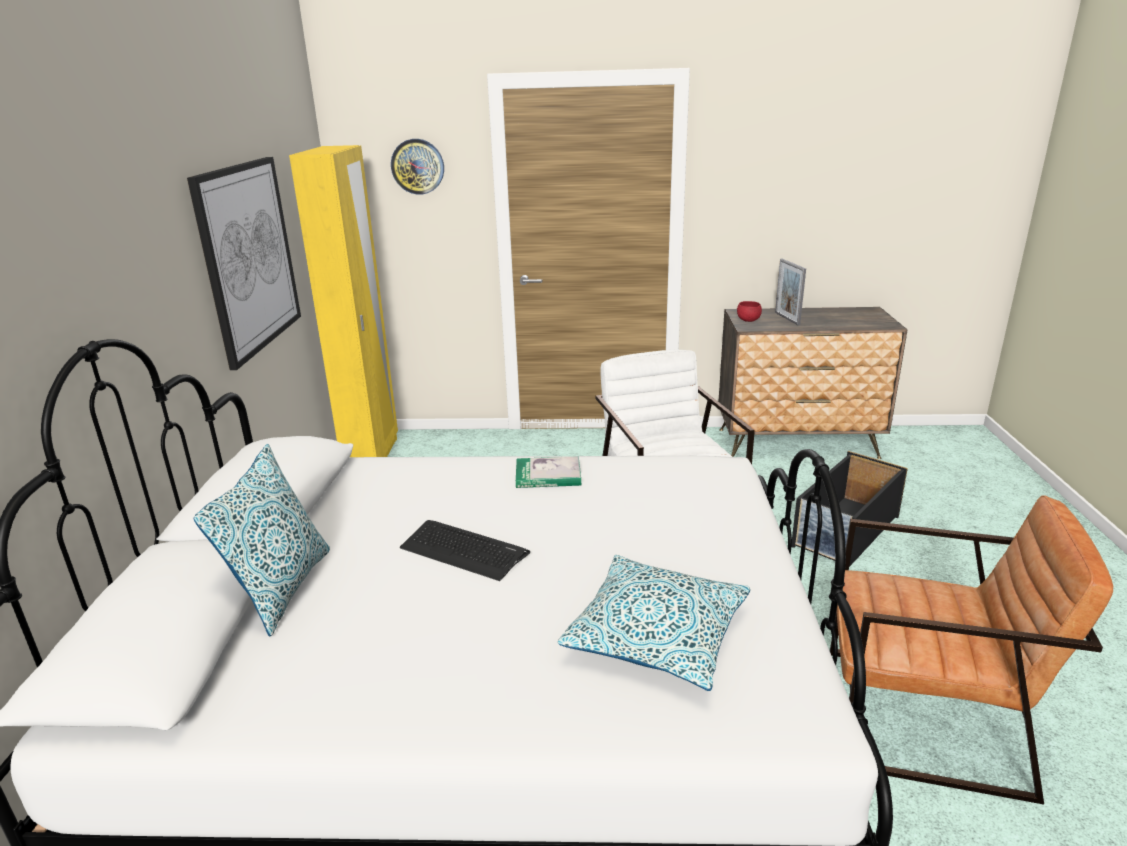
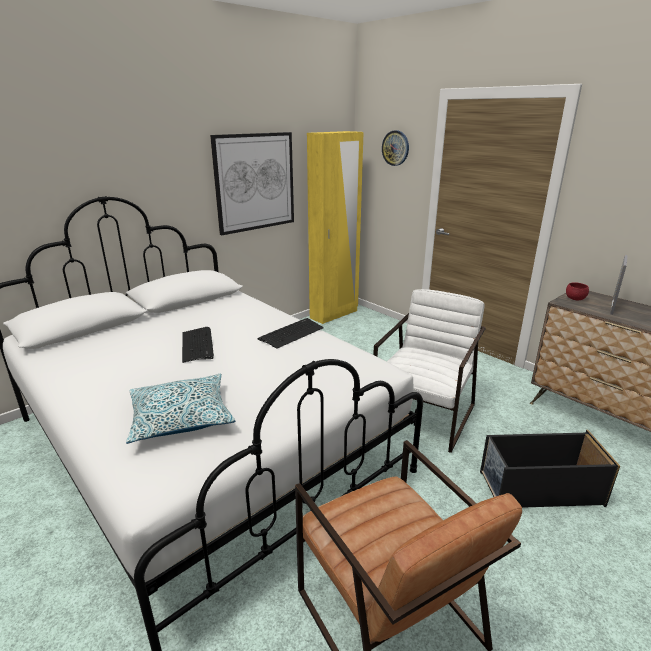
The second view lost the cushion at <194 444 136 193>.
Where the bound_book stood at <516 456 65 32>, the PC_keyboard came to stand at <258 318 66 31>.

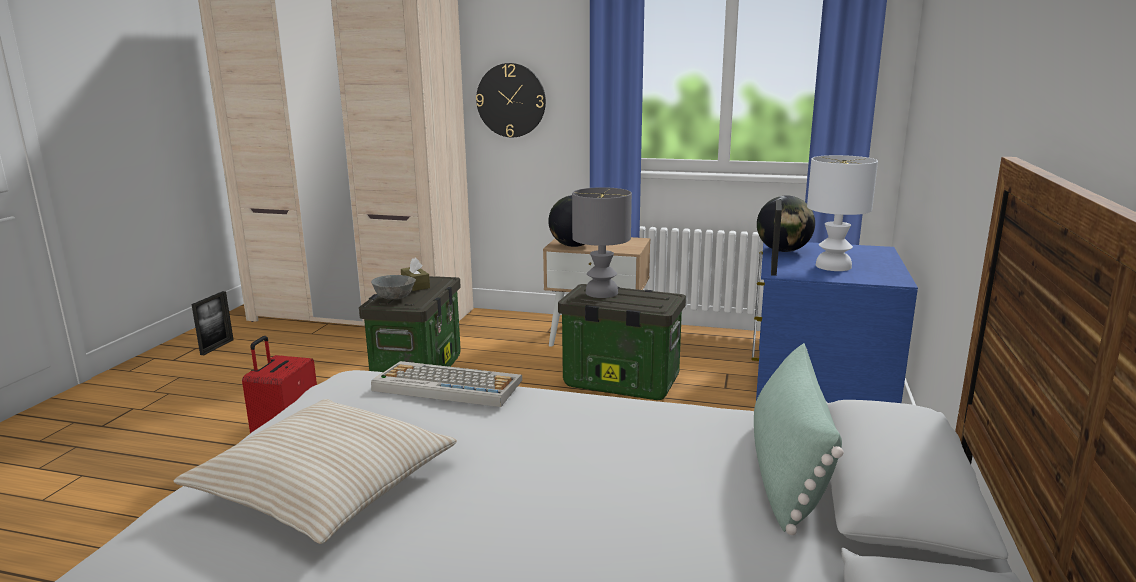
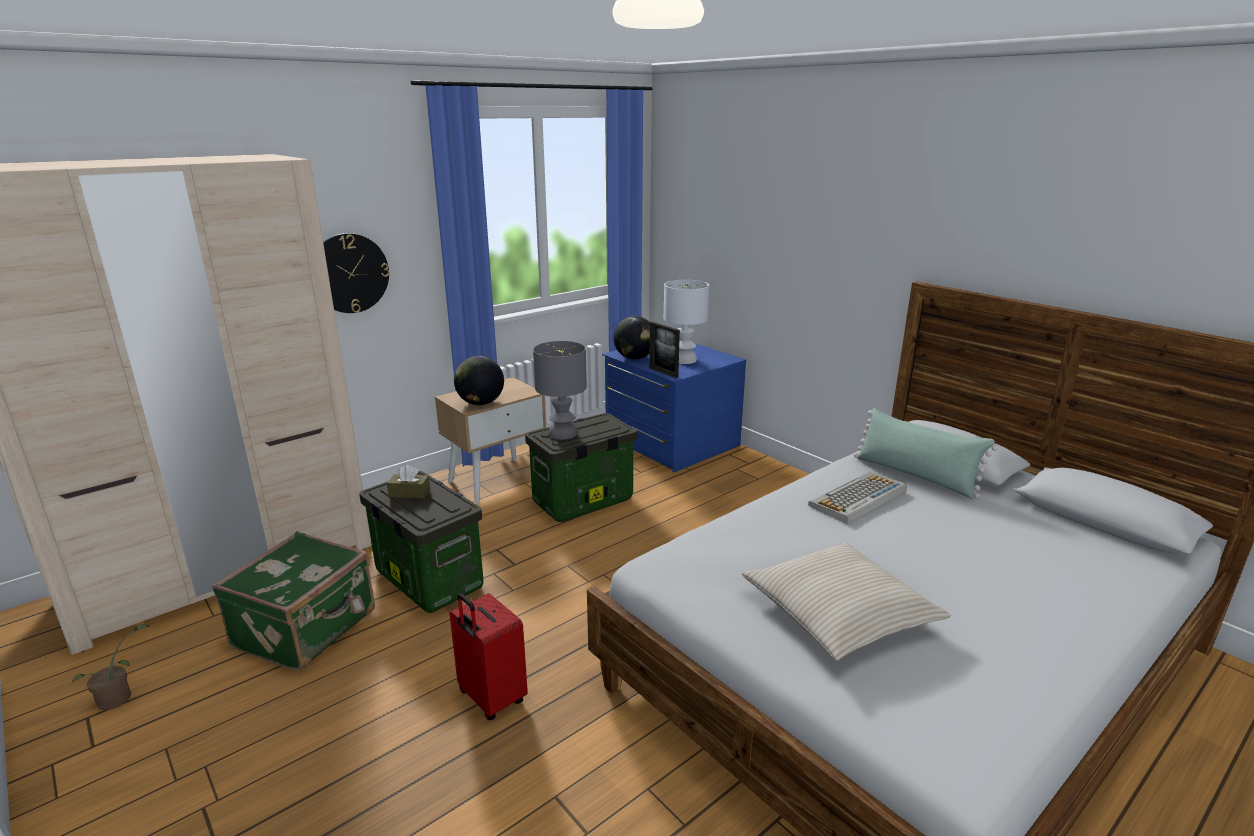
The second view lost the grey_serving_bowl at <371 275 45 25>.
Where the photo_frame stood at <191 291 43 64>, the plant_in_a_pot came to stand at <72 624 77 86>.
The PC_keyboard ended up elsewhere, having gone from <371 361 151 46> to <808 472 99 52>.
The second view gained the green_piece_of_luggage at <212 531 163 140>.

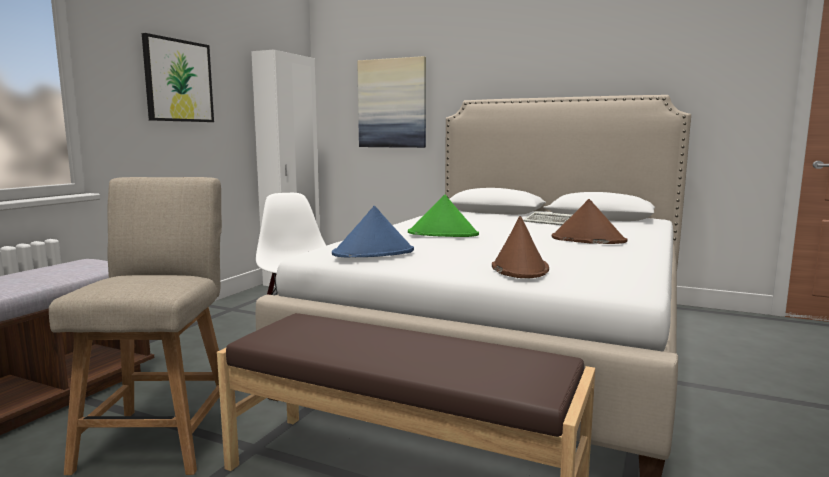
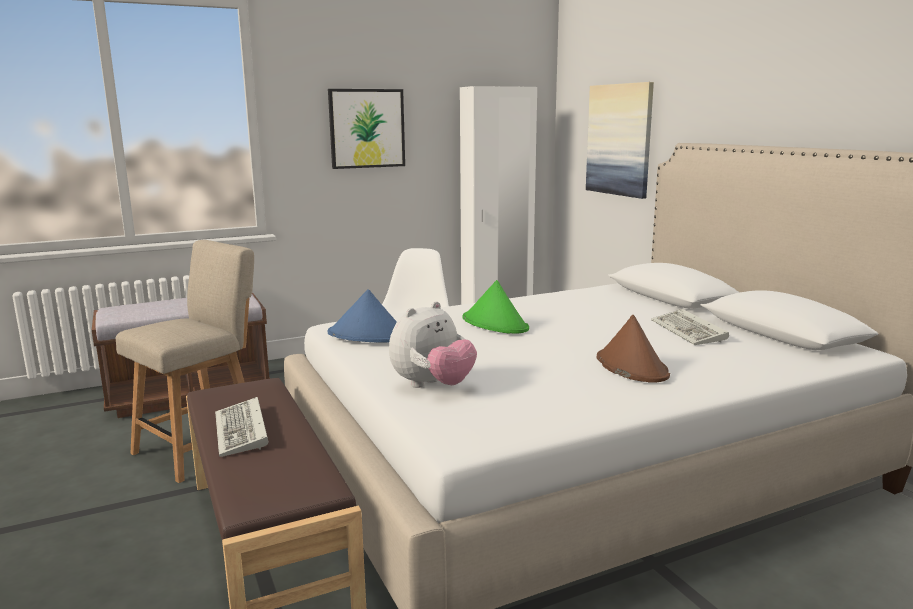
Where the brown-coloured_wearable_hat stood at <492 216 57 62>, the plush_toy came to stand at <389 301 88 87>.
The second view gained the PC_keyboard at <215 397 53 60>.

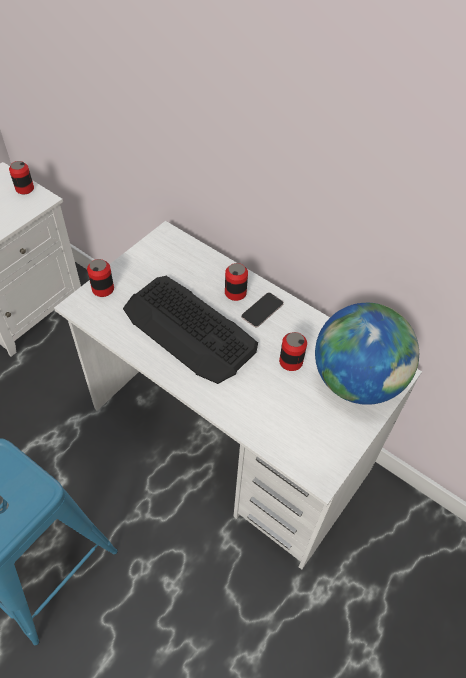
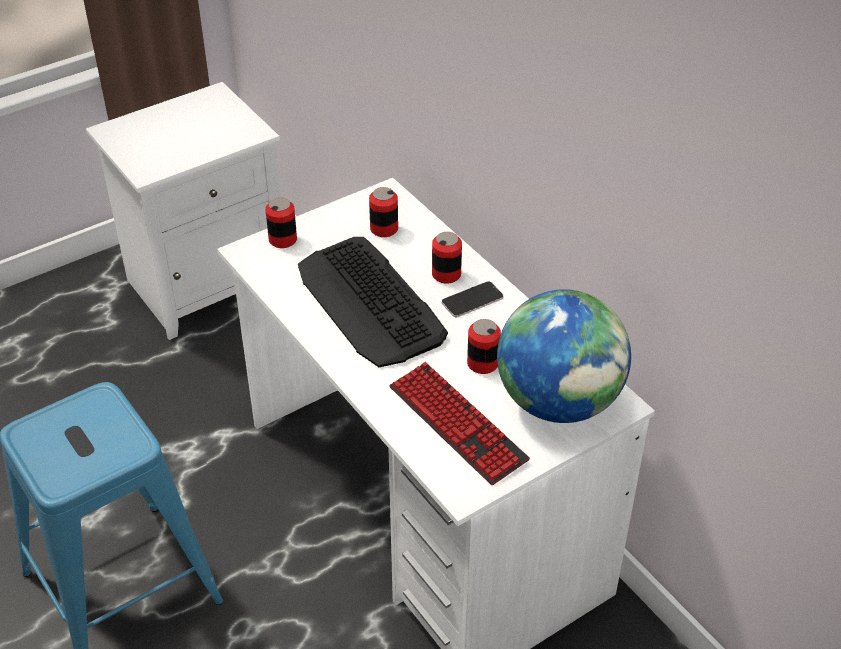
The sealed_can ended up elsewhere, having gone from <9 161 25 33> to <369 187 29 50>.
The second view gained the PC_keyboard at <389 362 141 123>.

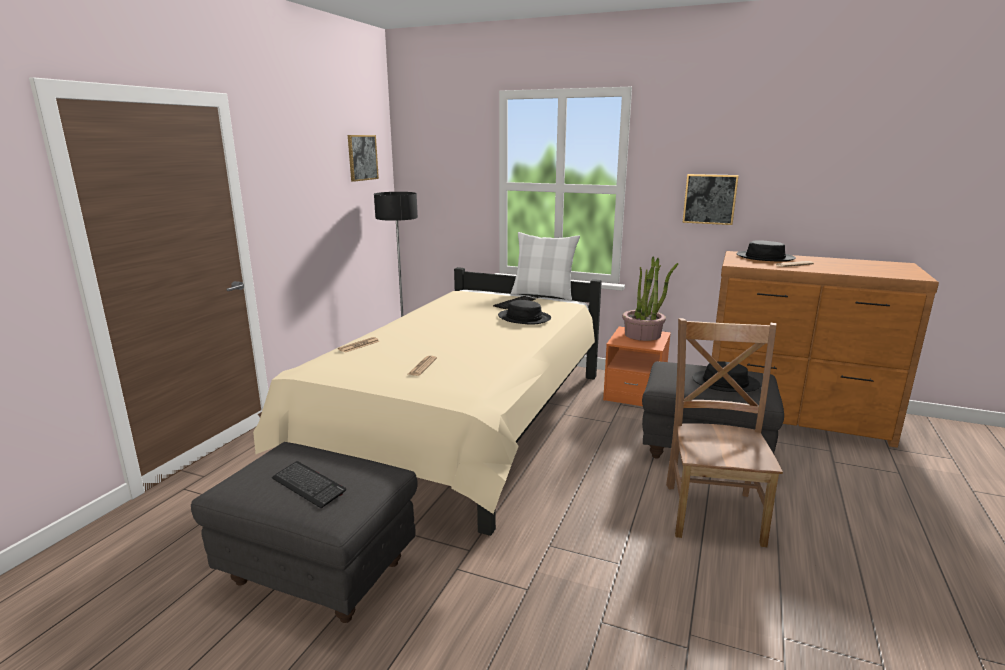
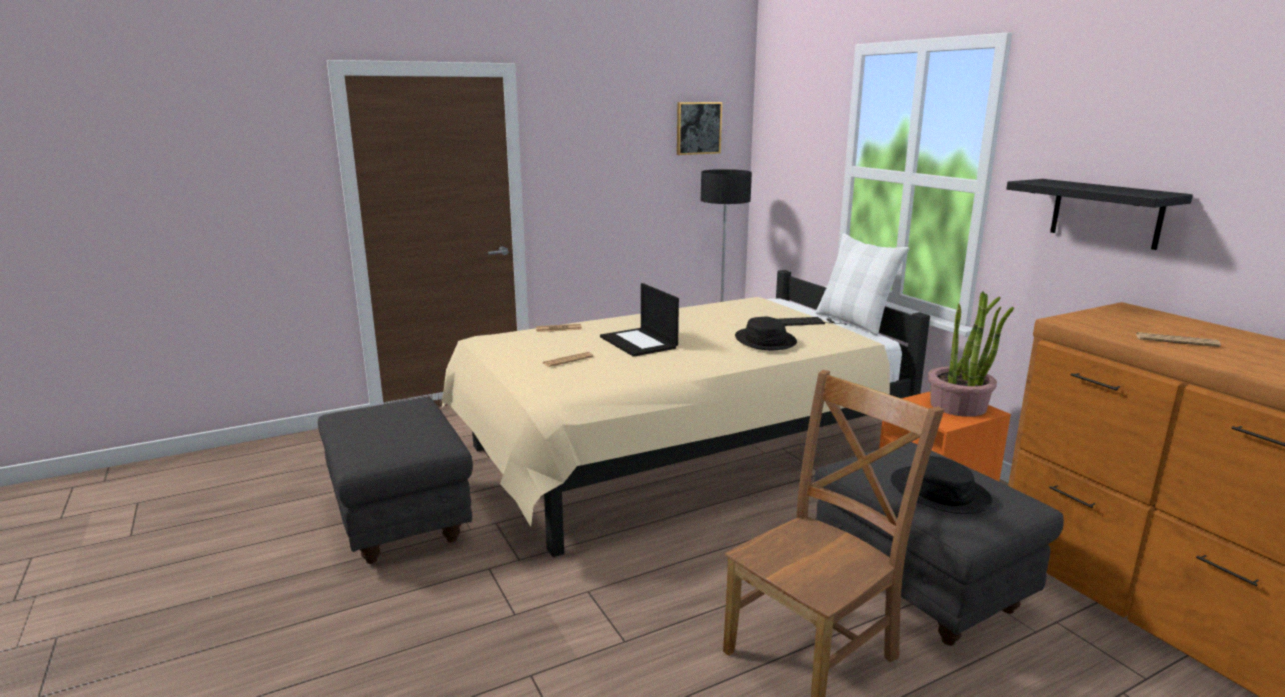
Where the wall_picture hung at <682 174 57 51>, the blackish_wall_shelf came to hang at <1006 179 187 71>.
The second view lost the blackish_wearable_hat at <736 240 60 22>.
The second view lost the PC_keyboard at <272 461 74 47>.
The second view gained the notebook_computer at <600 283 79 74>.

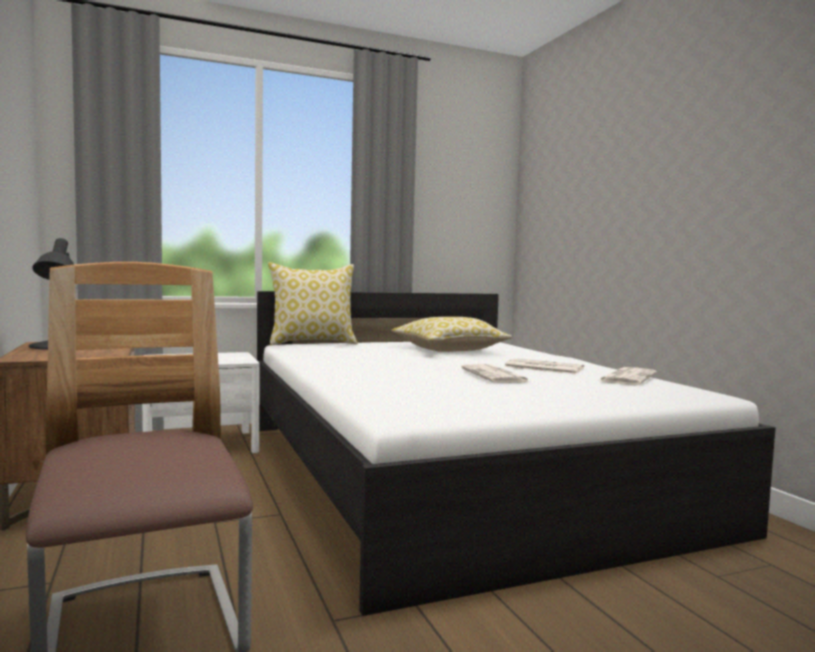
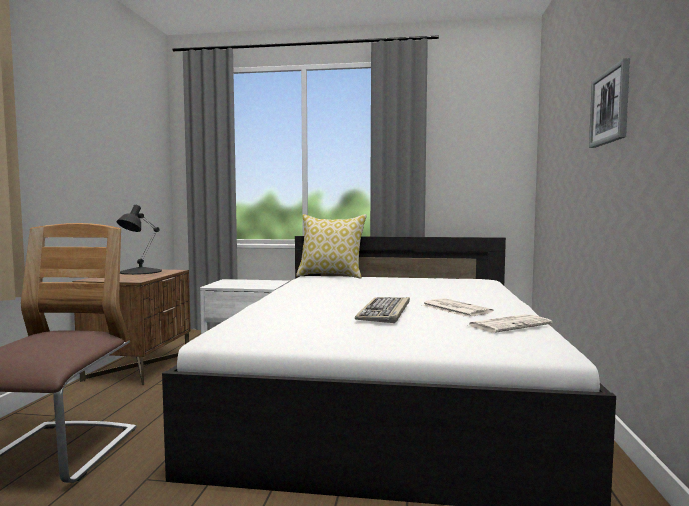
The second view lost the cushion at <391 317 122 35>.
Where the newspaper stood at <461 364 69 19>, the PC_keyboard came to stand at <355 297 55 26>.
The second view gained the wall_picture at <589 58 41 90>.

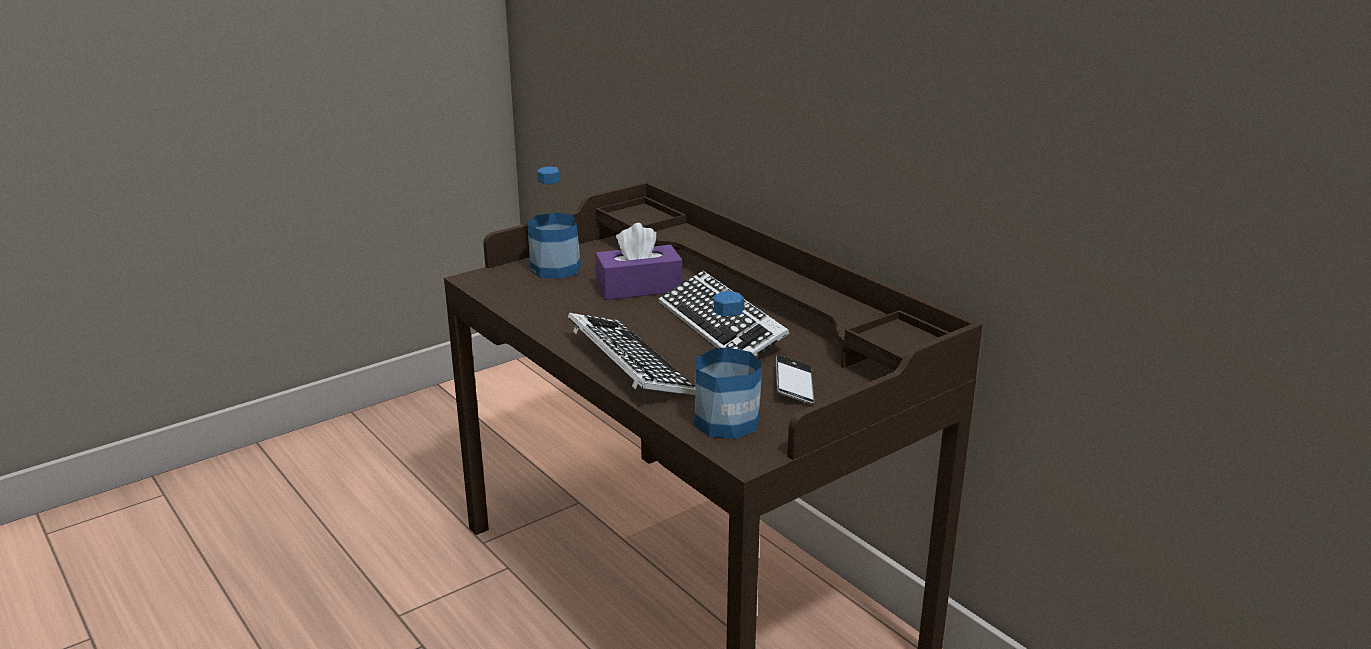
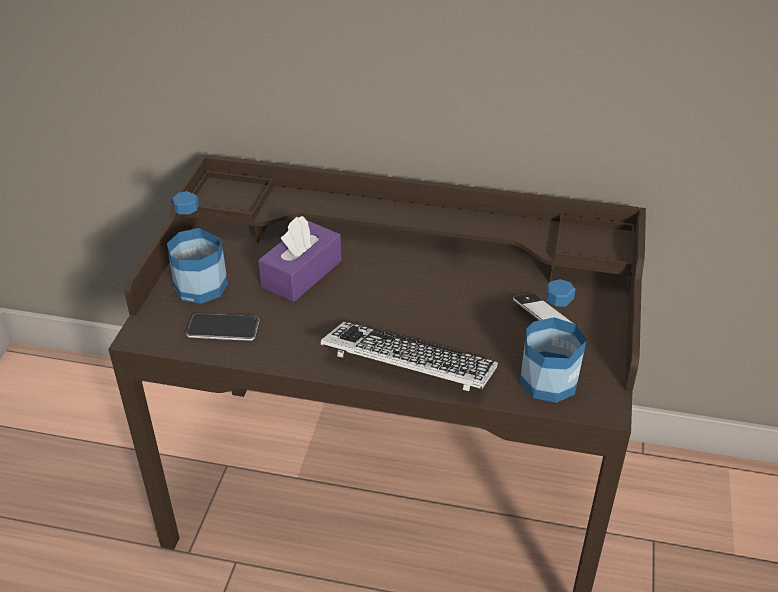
The second view lost the PC_keyboard at <659 271 131 85>.
The second view gained the telephone at <186 313 73 28>.

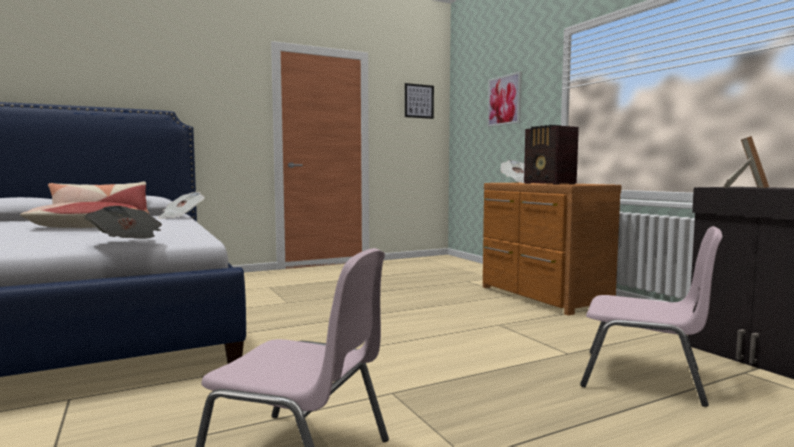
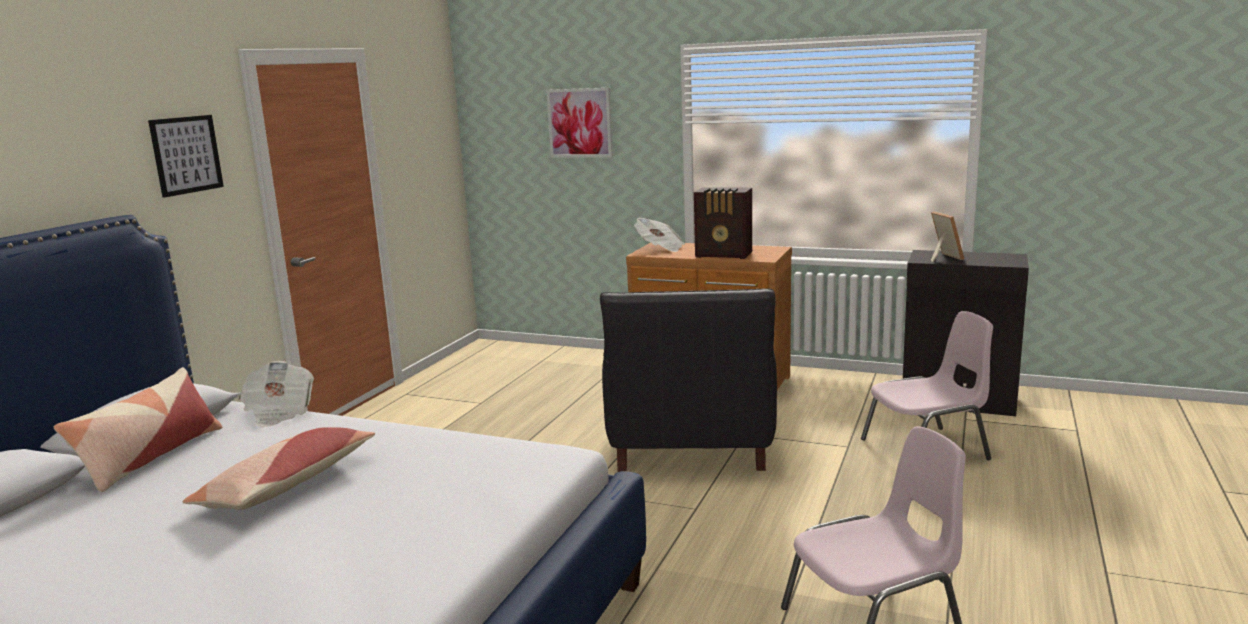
The wall_picture ended up elsewhere, having gone from <405 83 29 36> to <148 115 76 83>.
The second view lost the newspaper at <84 206 77 33>.
The second view gained the blackish_lounge_chair at <600 288 177 184>.

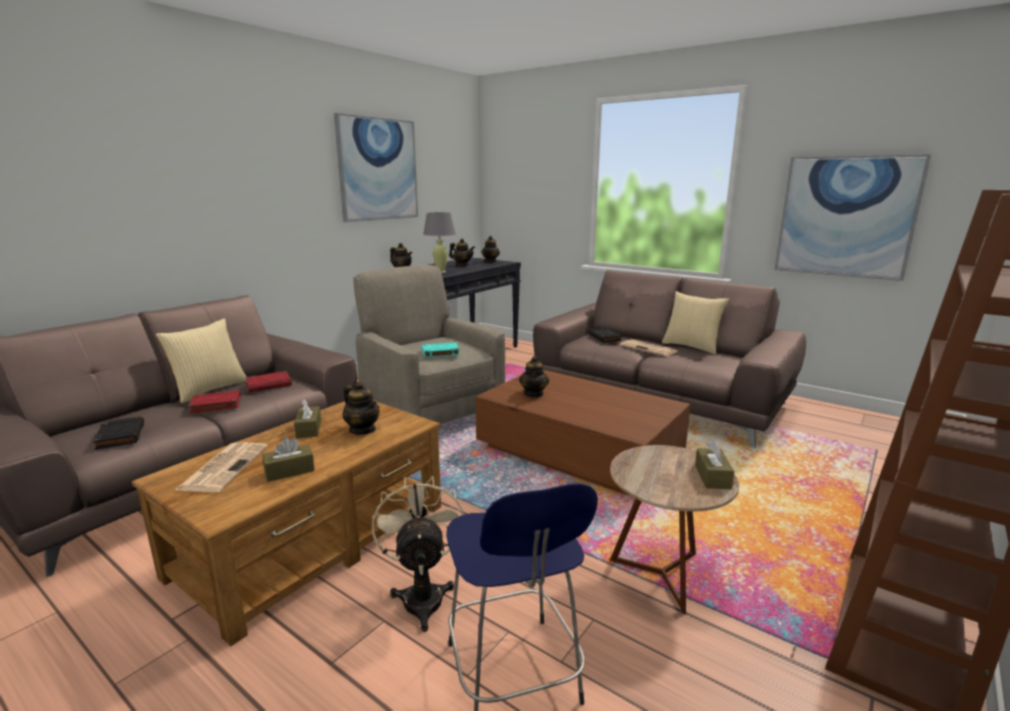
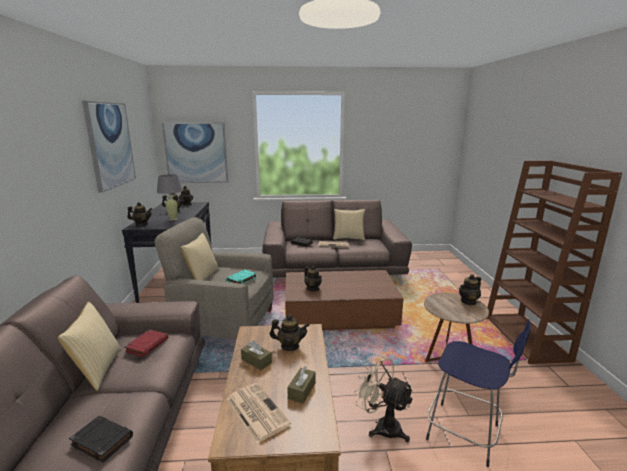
The wall_picture ended up elsewhere, having gone from <774 154 157 127> to <162 122 66 61>.
The second view lost the reddish_bound_book at <188 390 53 24>.
Where the brown-coloured_tissue_holder stood at <695 441 39 48>, the teapot came to stand at <459 274 22 31>.
The second view gained the cushion at <180 233 39 47>.

